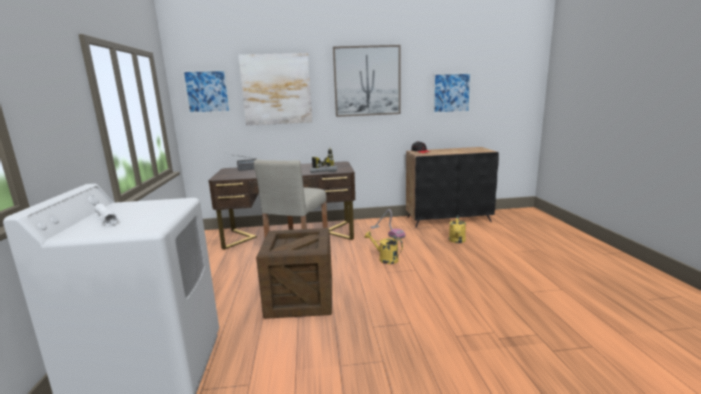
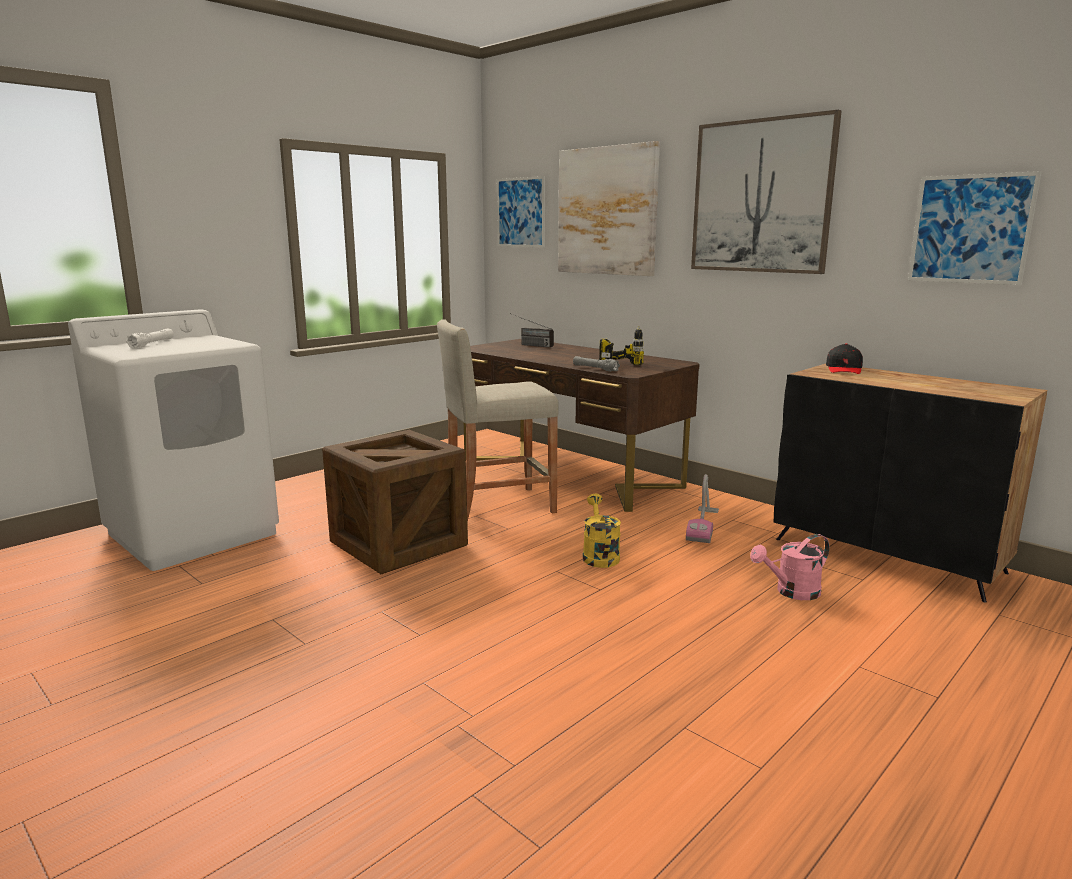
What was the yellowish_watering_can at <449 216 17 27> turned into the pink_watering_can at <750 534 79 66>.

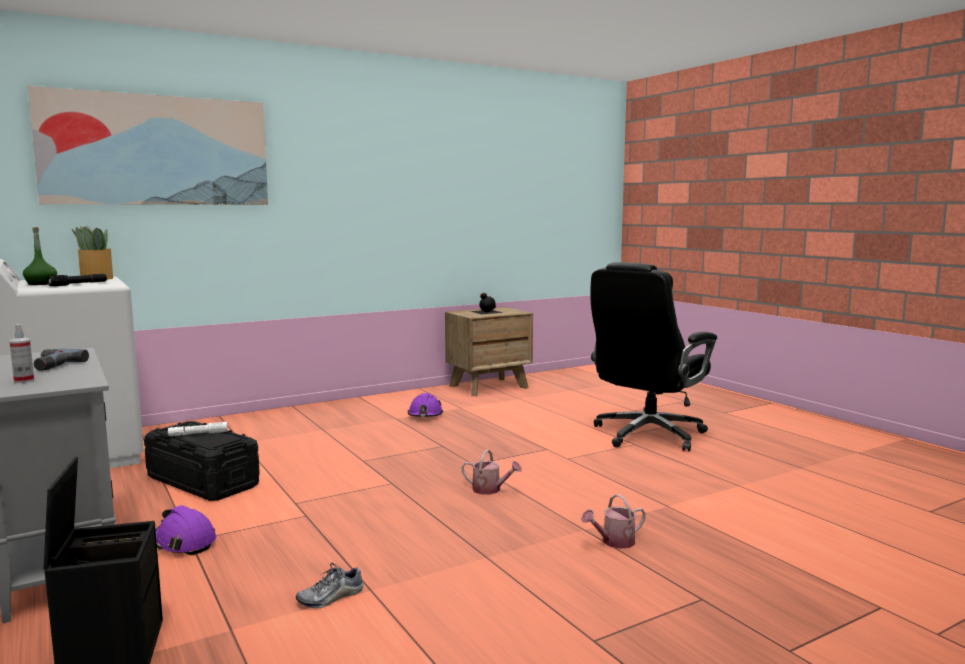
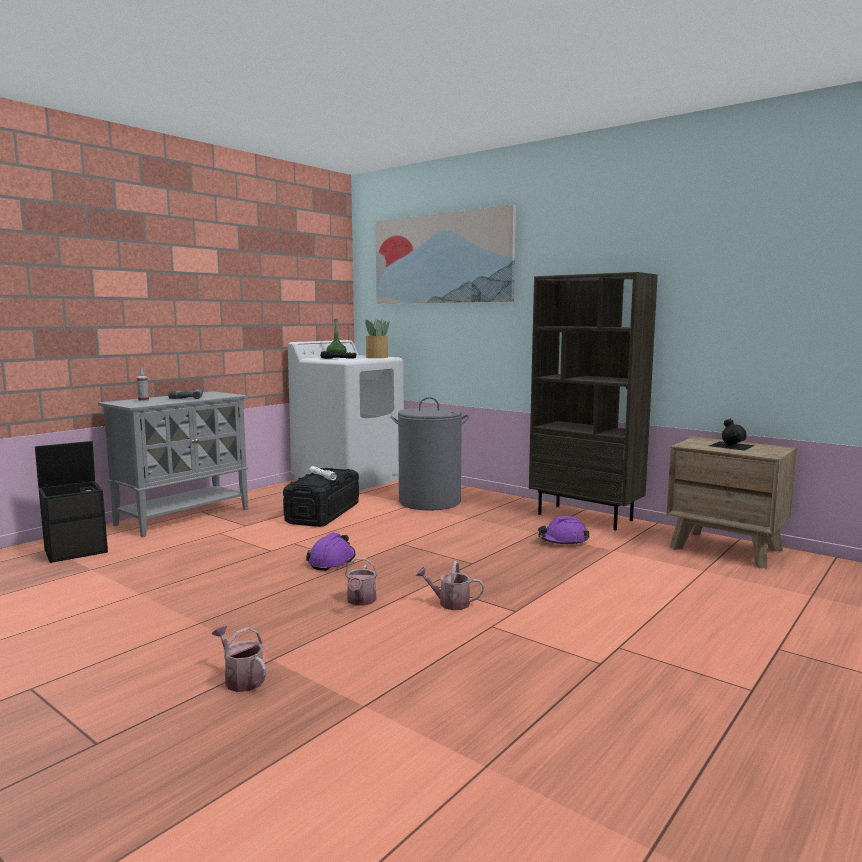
The second view lost the blackish_computer_chair at <590 262 127 190>.
The purple_safety_helmet ended up elsewhere, having gone from <156 505 60 50> to <306 533 49 38>.
The second view lost the item_of_footwear at <296 563 67 46>.
The second view gained the brown-coloured_bookshelf at <529 272 129 259>.
The second view gained the grey_laundry_basket at <390 397 79 113>.
The second view gained the watering_can at <415 560 69 50>.

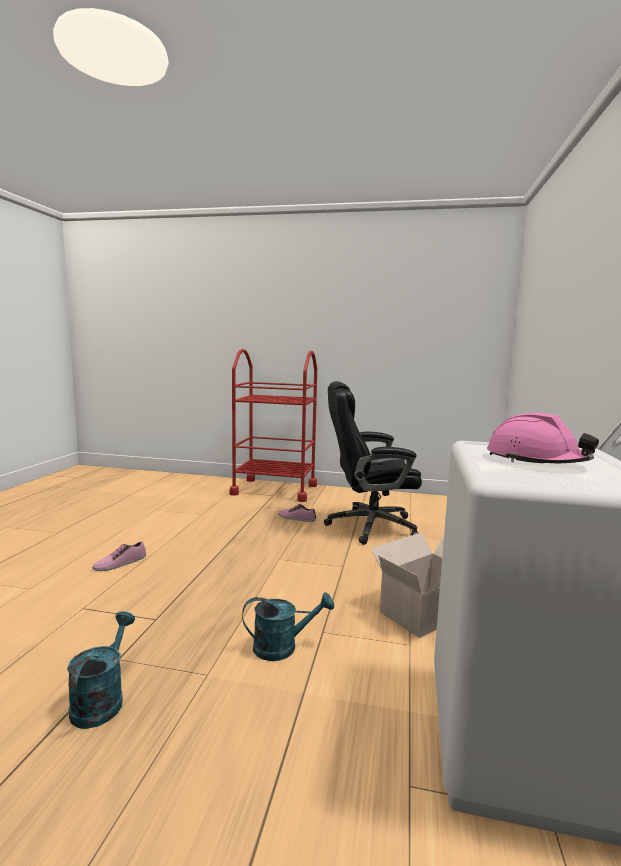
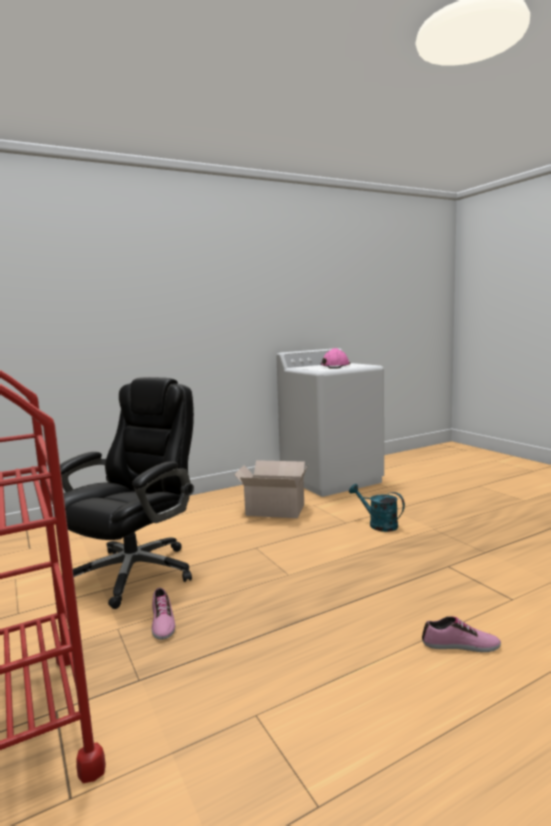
The blackish_computer_chair at <324 381 98 164> ended up facing another way, 105 degrees counterclockwise from before.
The second view lost the turquoise_watering_can at <67 611 68 118>.

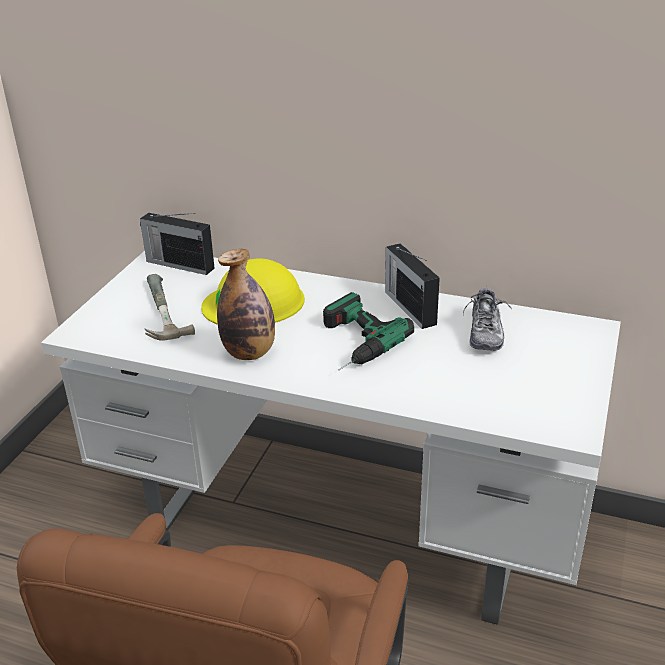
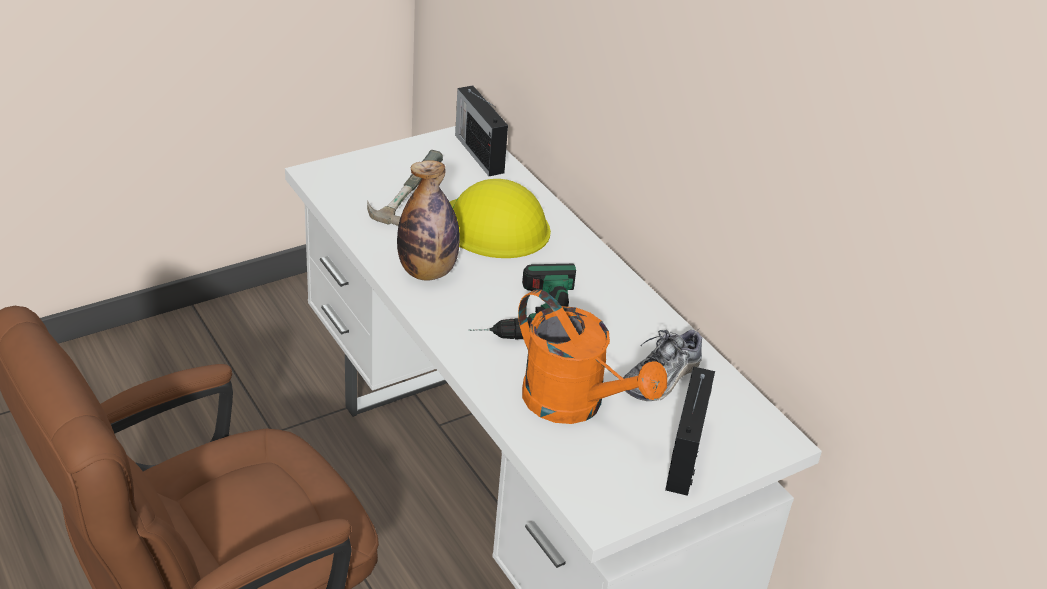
The radio ended up elsewhere, having gone from <385 243 55 86> to <665 366 50 130>.
The second view gained the orange-coloured_watering_can at <518 289 149 135>.

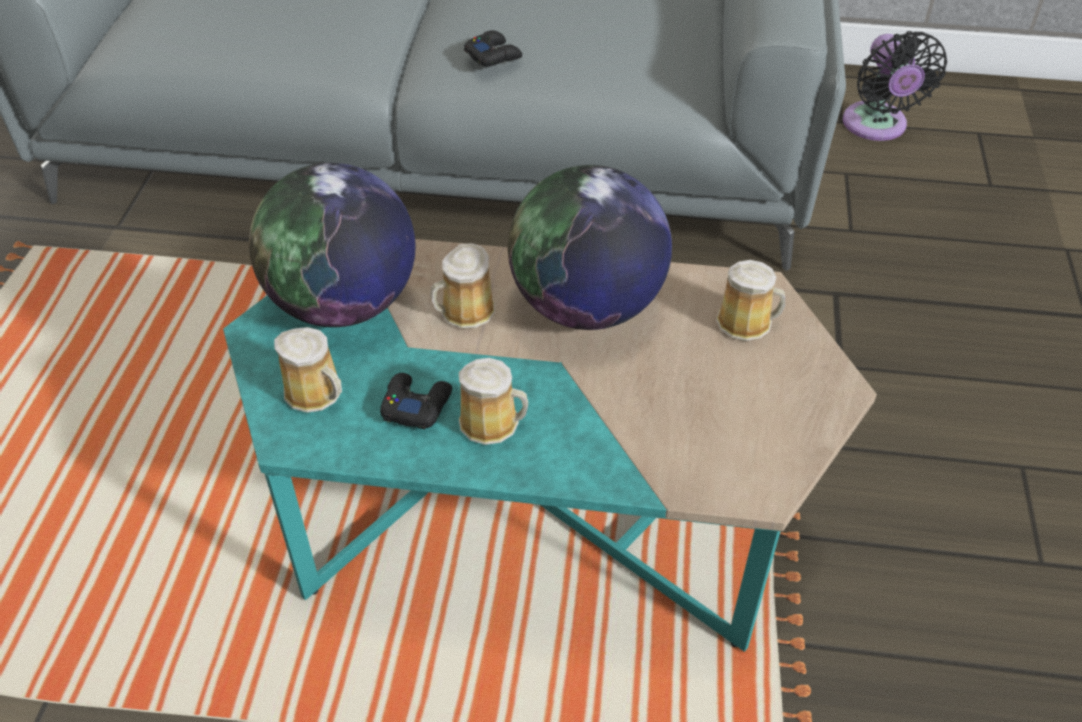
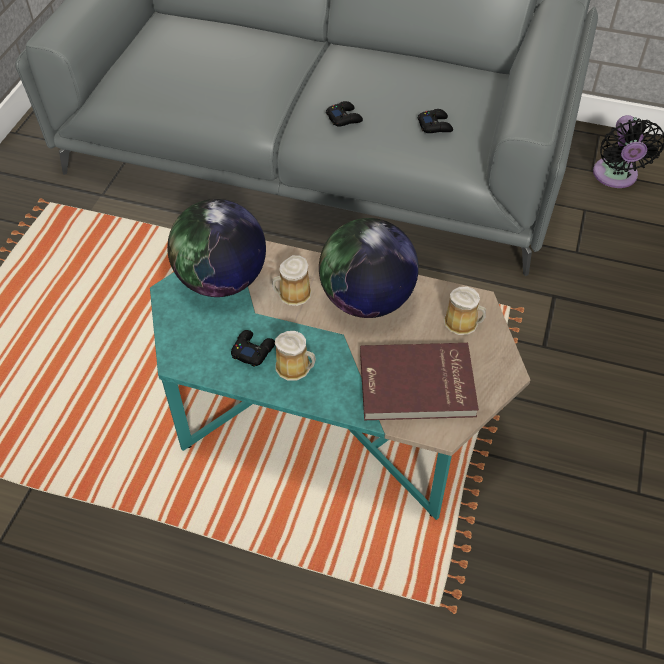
The second view lost the mug at <274 327 68 86>.
The second view gained the blackish_game_controller at <418 109 35 24>.
The second view gained the reddish_bound_book at <360 343 119 77>.

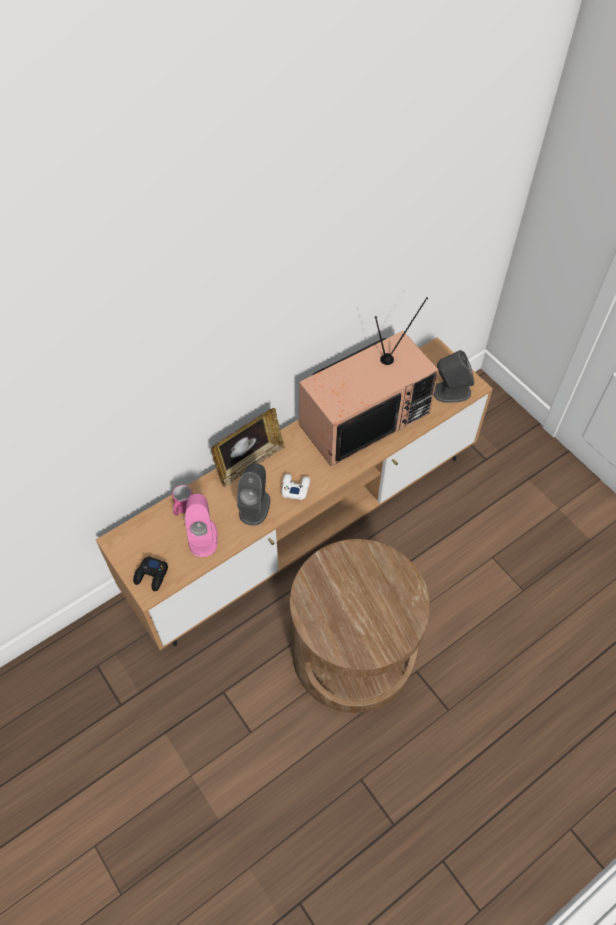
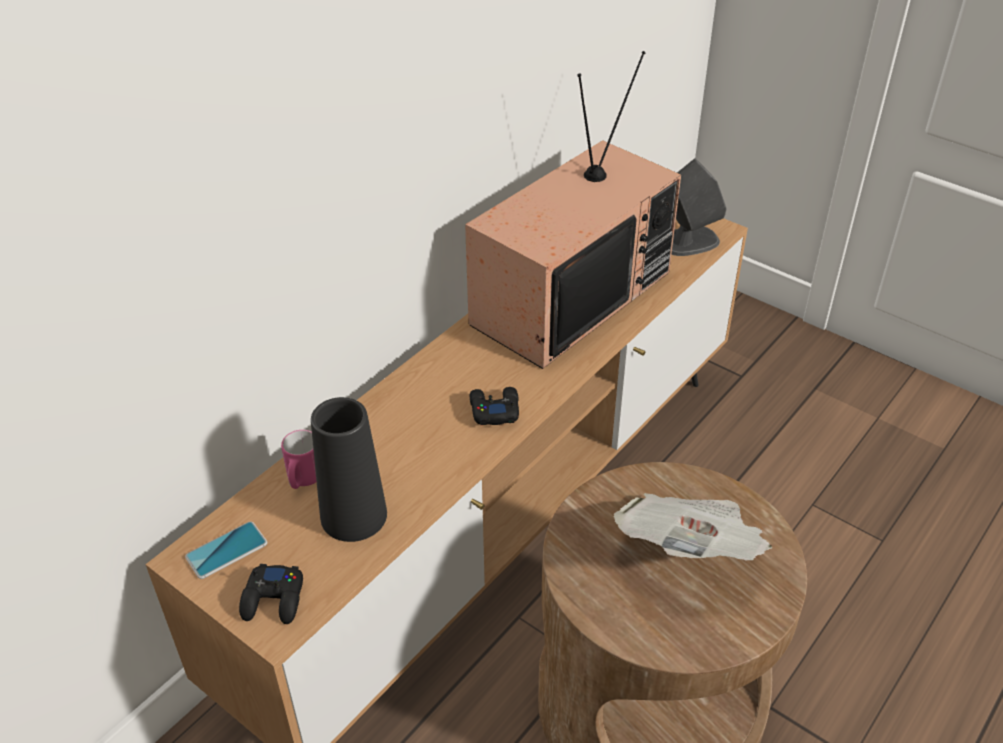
The second view lost the photo_frame at <211 408 74 79>.
The second view lost the grey_speaker at <237 463 33 63>.
What was the white_game_controller at <281 474 29 26> turned into the blackish_game_controller at <470 387 49 38>.
Where the pink_speaker stood at <185 494 33 63>, the blackish_decorative_vase came to stand at <311 397 76 145>.
The second view gained the newspaper at <614 493 159 68>.
The second view gained the telephone at <185 521 82 58>.

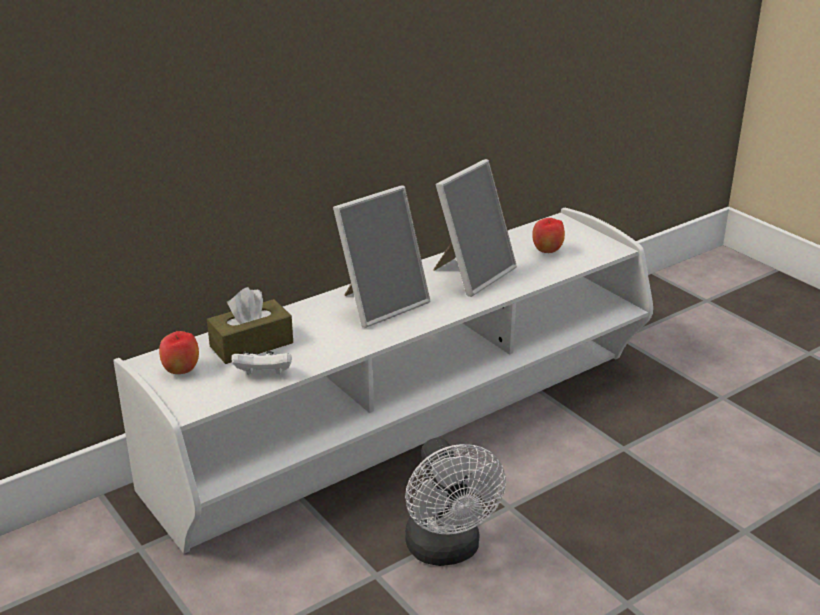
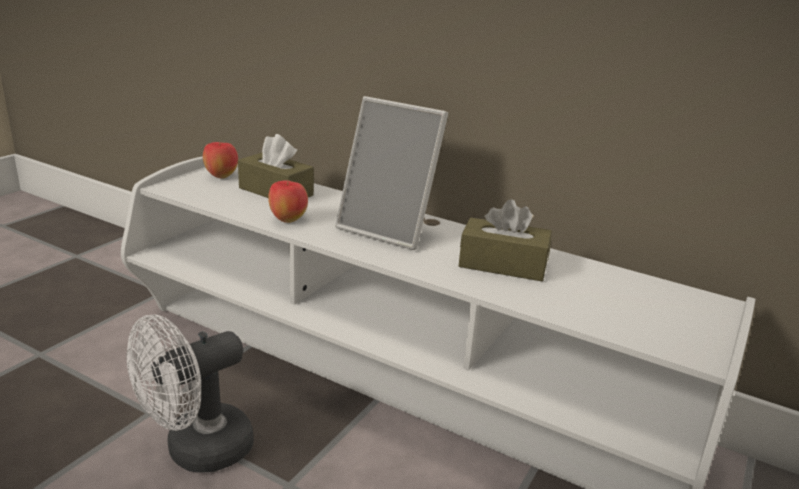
Where the photo_frame stood at <433 159 84 138>, the brown-coloured_tissue_holder came to stand at <459 199 93 82>.
The apple_fruit ended up elsewhere, having gone from <532 218 33 35> to <268 180 40 43>.
The second view lost the white_game_controller at <231 351 61 23>.

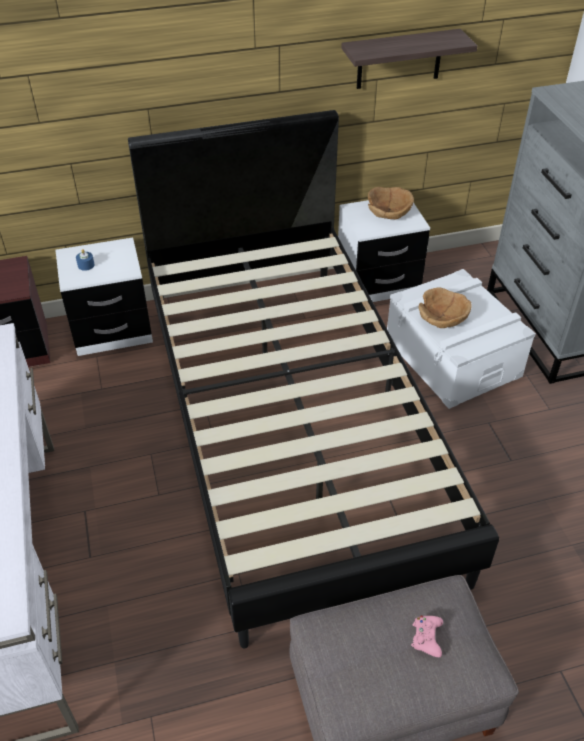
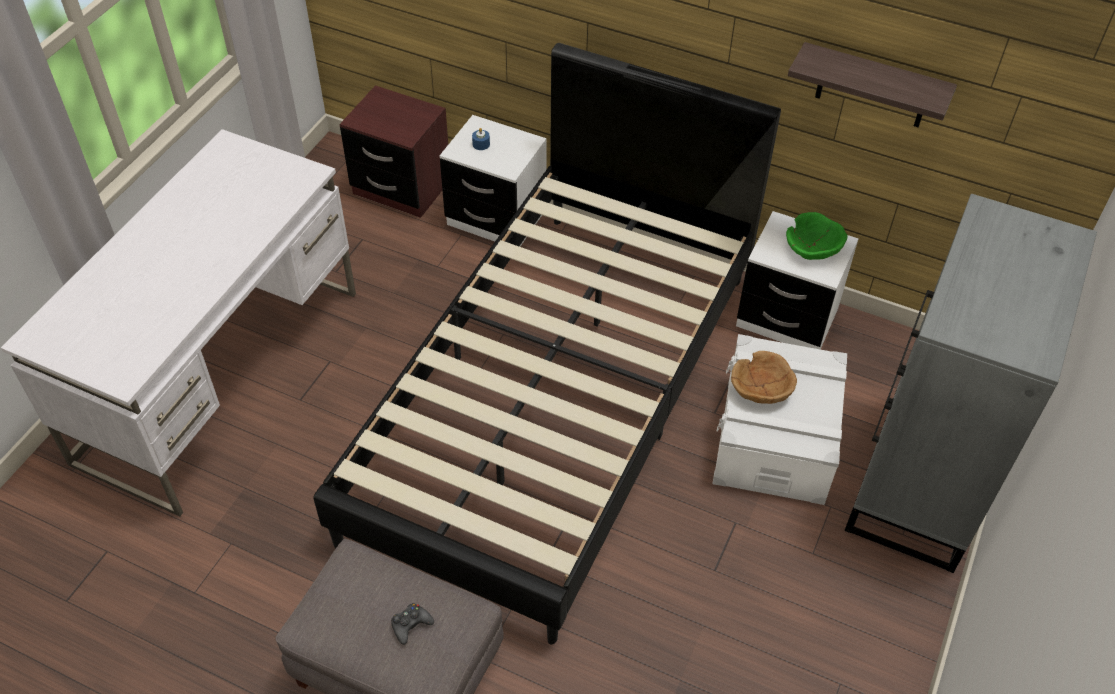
What was the brown-coloured_serving_bowl at <368 187 46 32> turned into the green_serving_bowl at <786 212 62 48>.
What was the pink_game_controller at <411 615 32 42> turned into the blackish_game_controller at <391 603 43 42>.

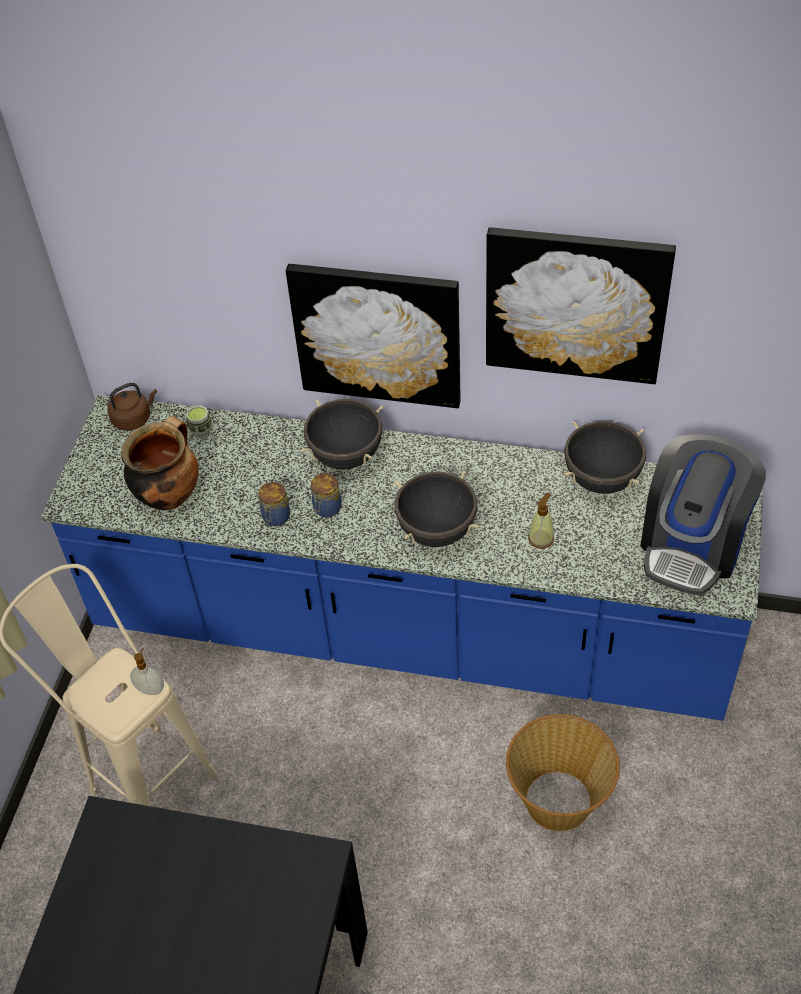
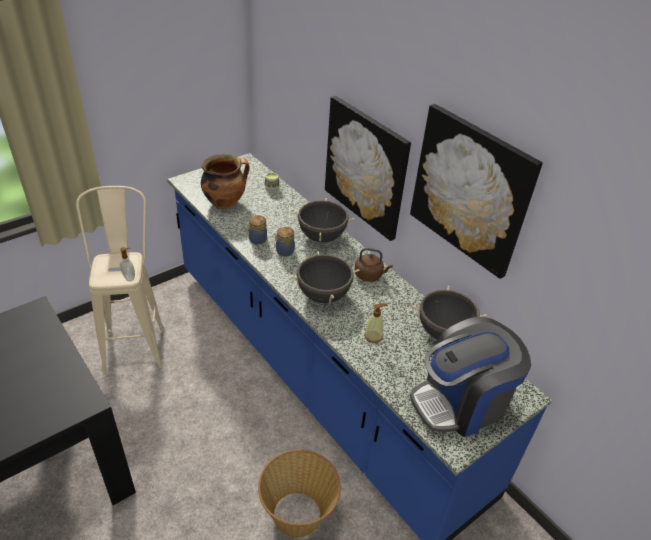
The brown-coloured_water_kettle ended up elsewhere, having gone from <108 383 49 48> to <355 248 38 34>.

